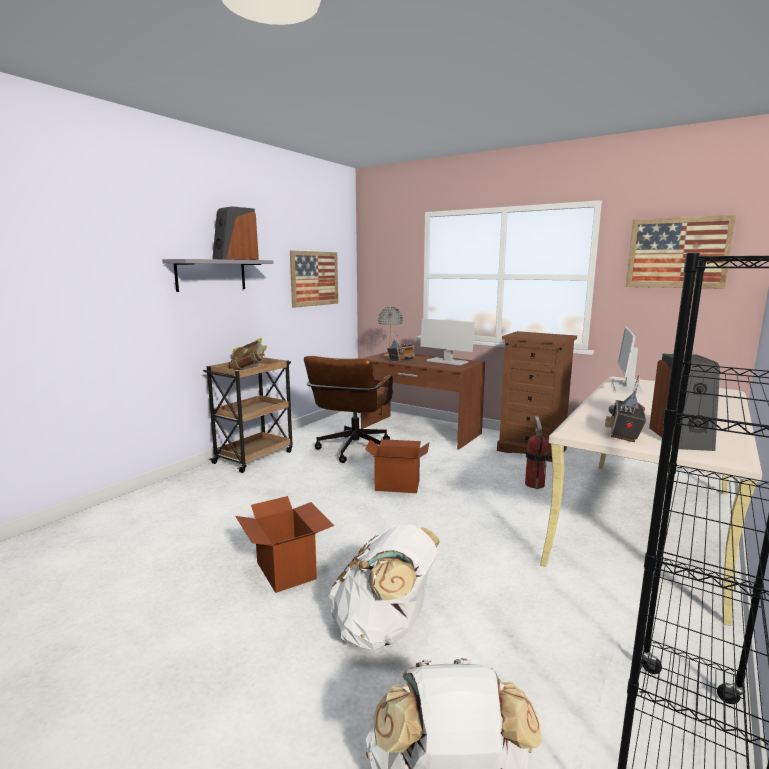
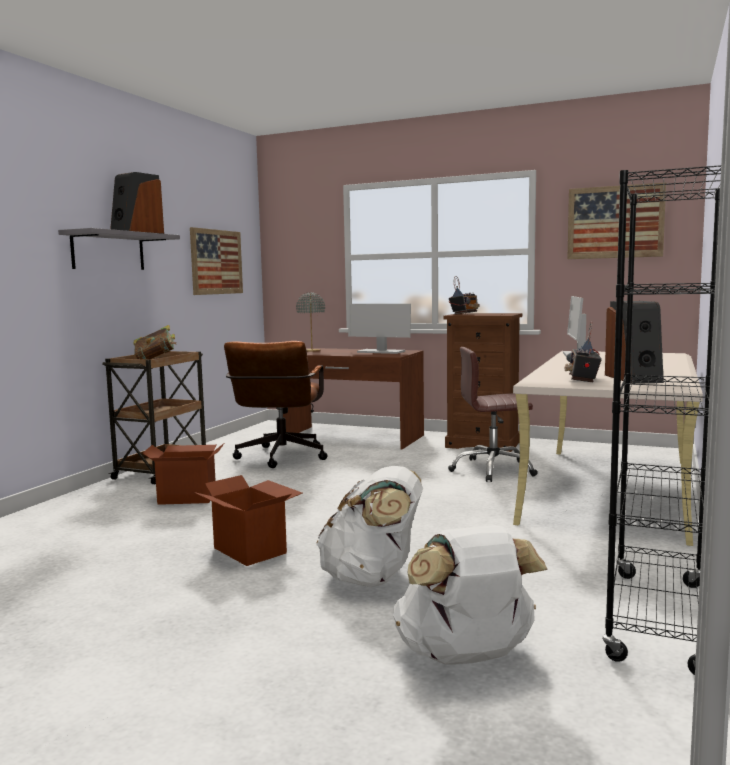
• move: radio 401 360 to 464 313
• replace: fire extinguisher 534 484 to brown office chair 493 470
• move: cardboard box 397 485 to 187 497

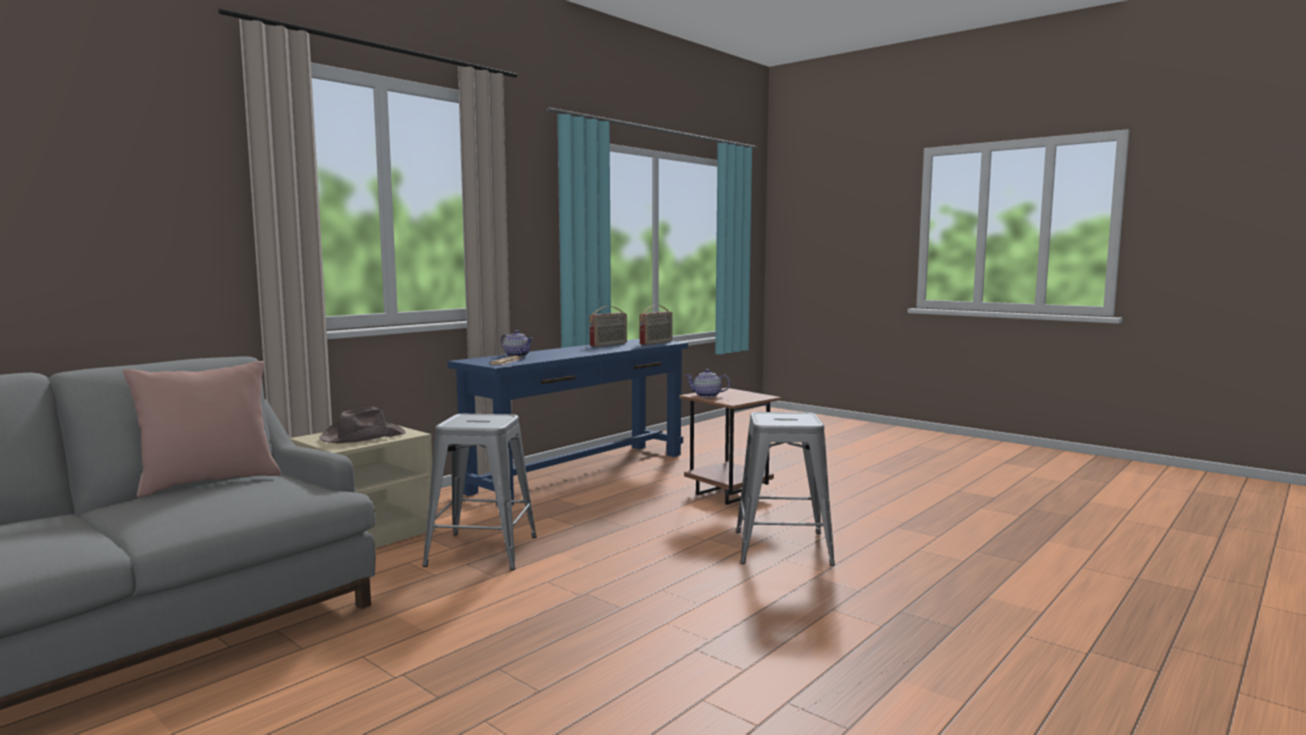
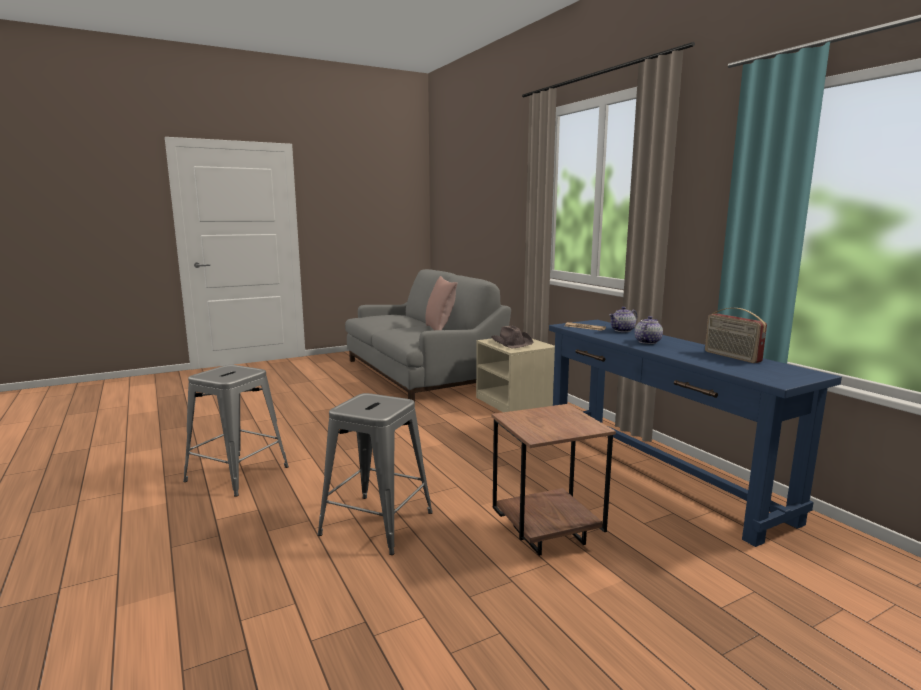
• delete: radio 656 343
• move: teapot 706 396 to 647 342
• move: grey stool 483 551 to 237 474

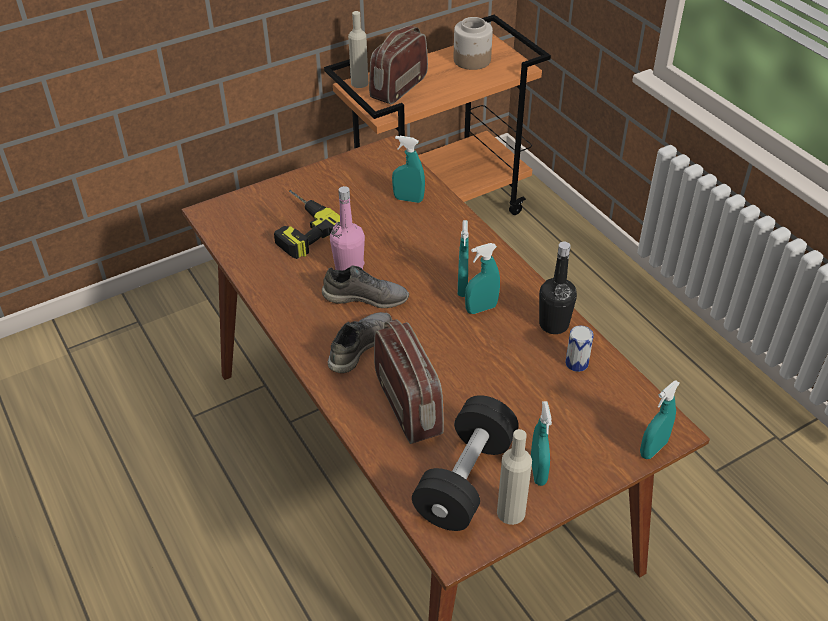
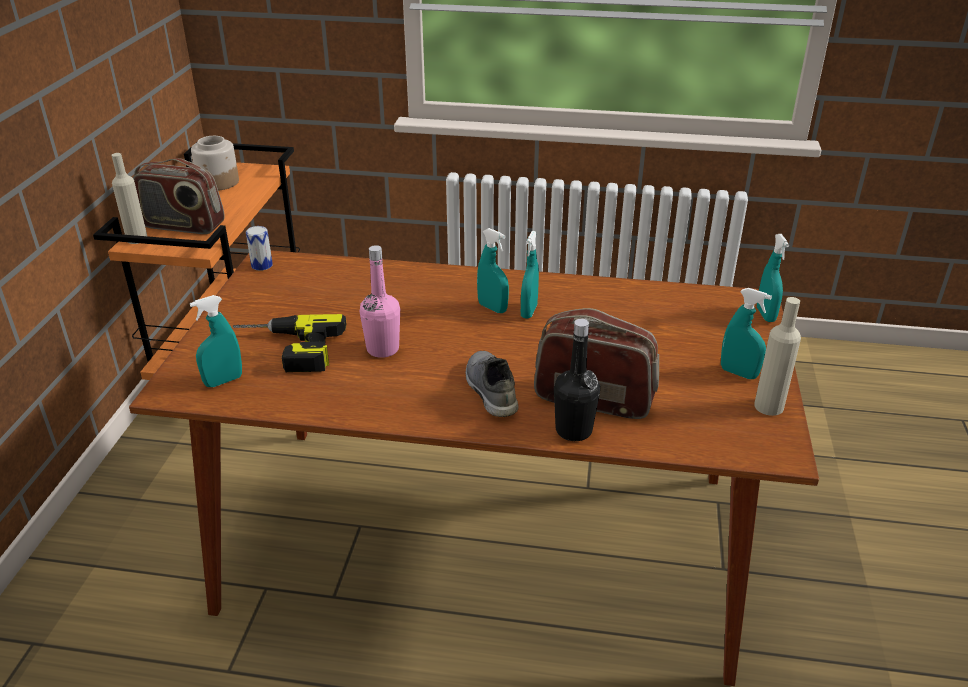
• rotate: radio 398 87 = 182 226 60 degrees counterclockwise
• move: turquoise spray bottle 408 199 to 223 381
• move: black bottle 553 324 to 573 430
• delete: grey shoe 366 297
• move: can 576 363 to 262 265
• delete: black dumbbell 465 479

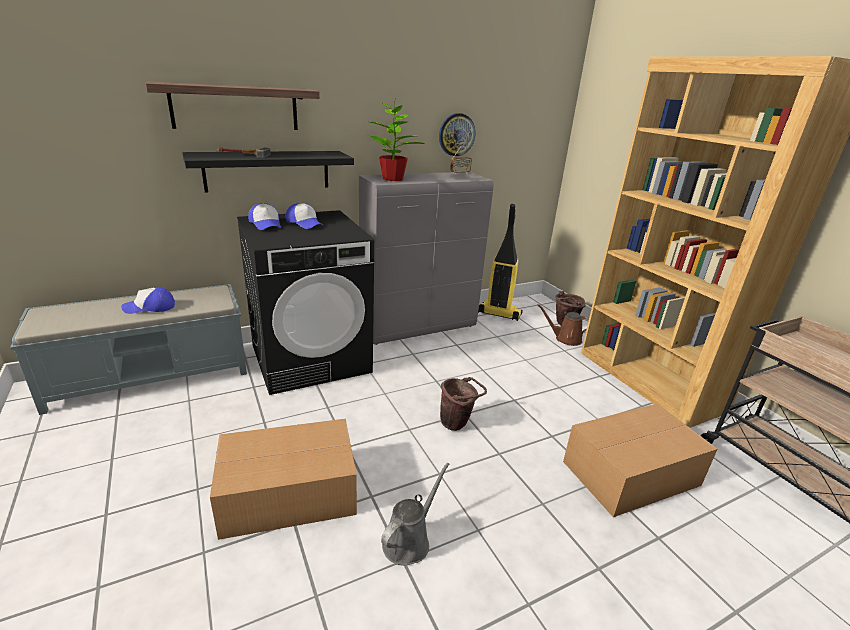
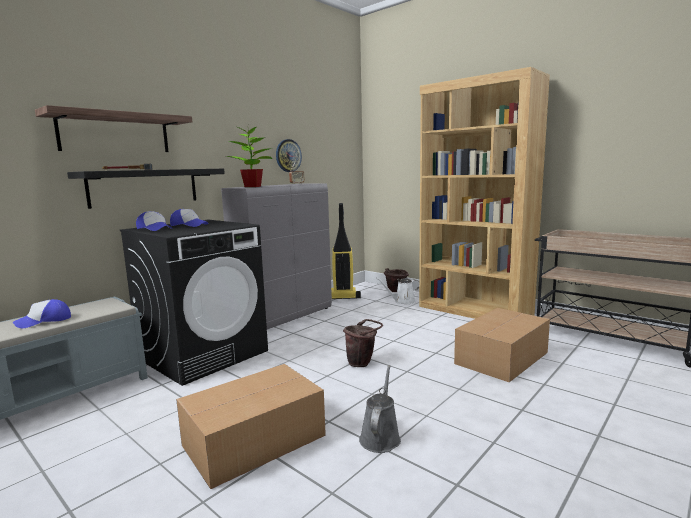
• recolor: brown watering can 565 339 to white watering can 402 301

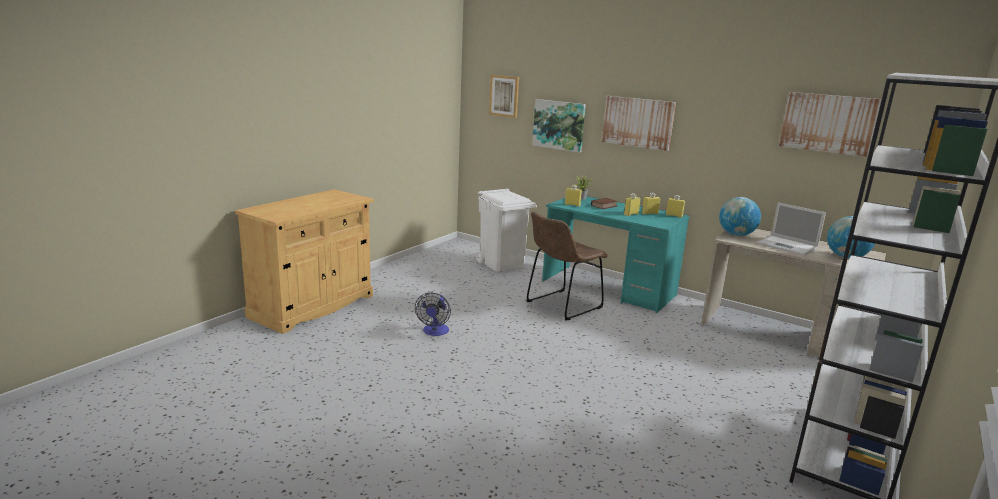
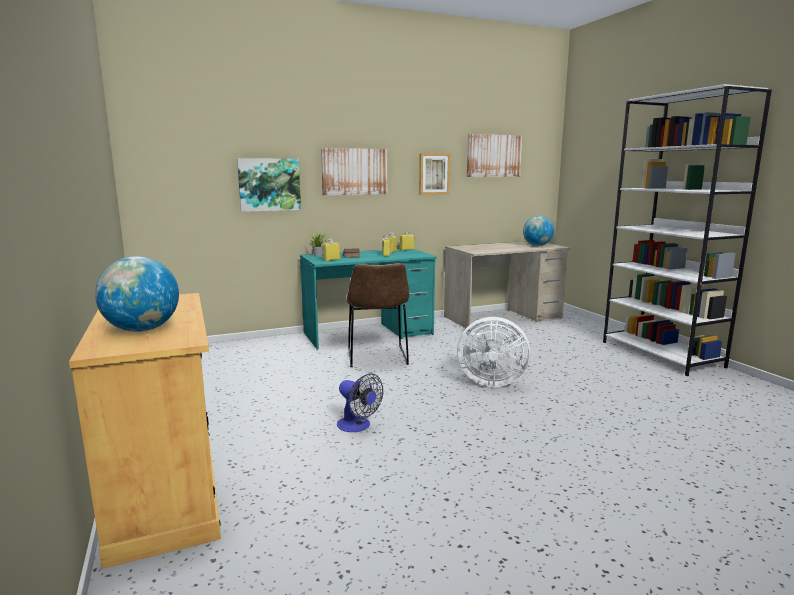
• move: picture 504 96 to 434 174
• delete: white trash can 502 264
• move: globe 736 235 to 142 330
• delete: laptop 788 246
• insert: white fan 489 381

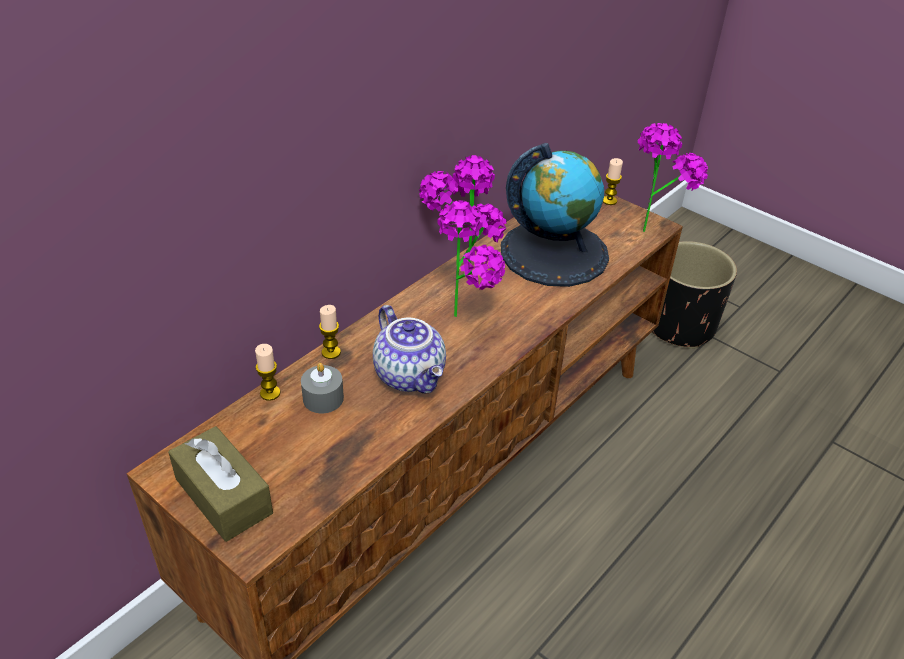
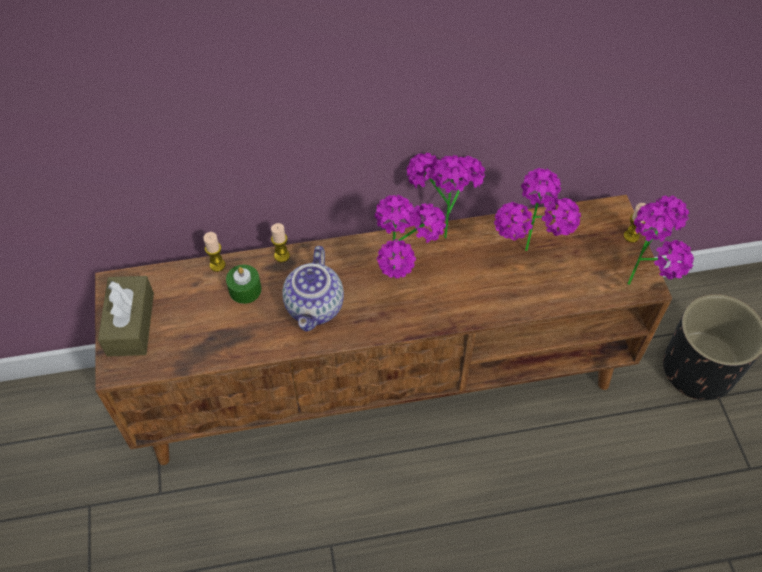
• replace: globe 554 252 to potted plant 527 262
• recolor: grey candle 323 398 to green candle 245 290

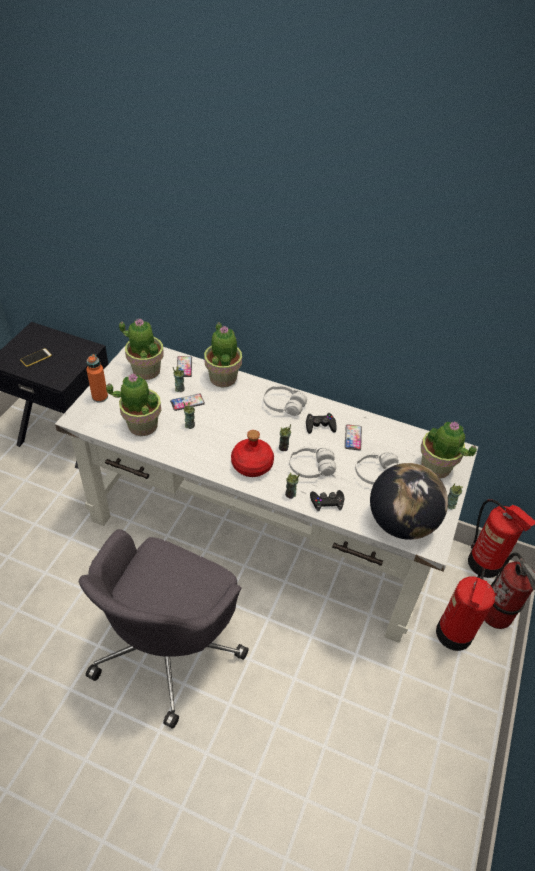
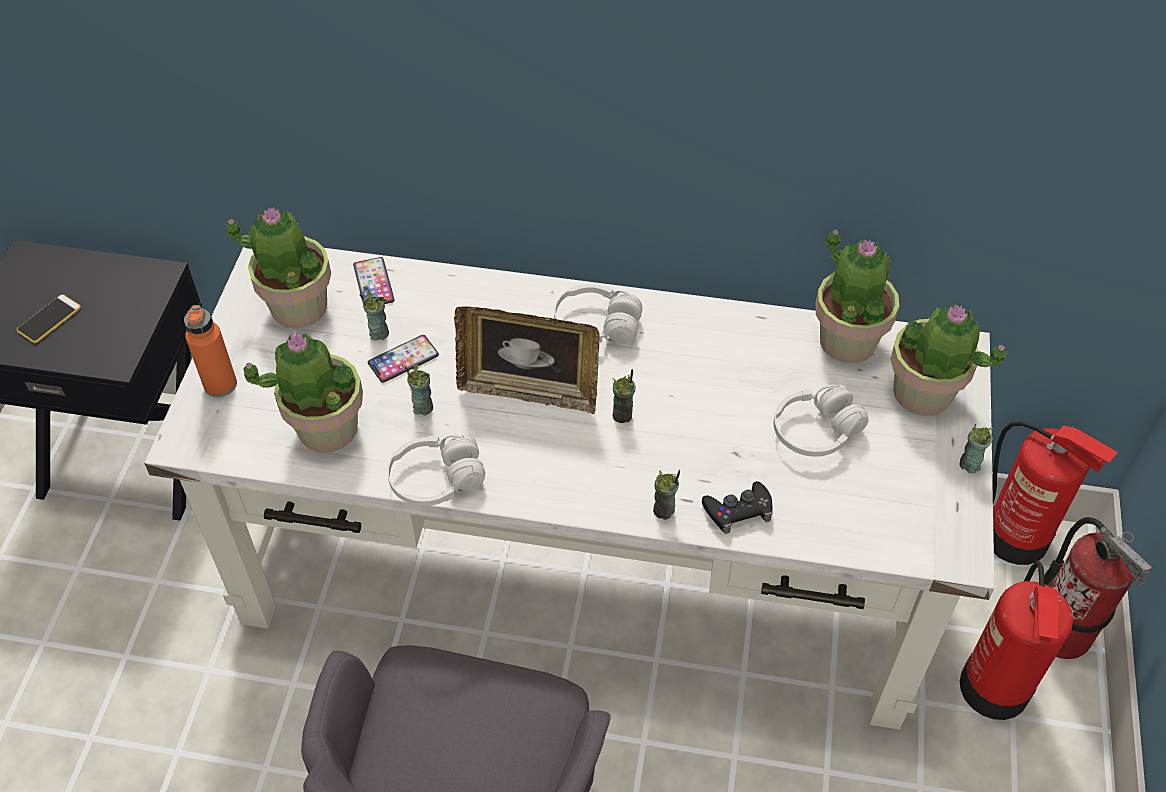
• move: potted plant 223 377 to 847 340
• delete: black game controller 320 425
• delete: phone 353 438
• delete: red bottle 252 465
• move: white headphones 311 468 to 436 480
• delete: globe 401 523
• insert: picture frame 529 391

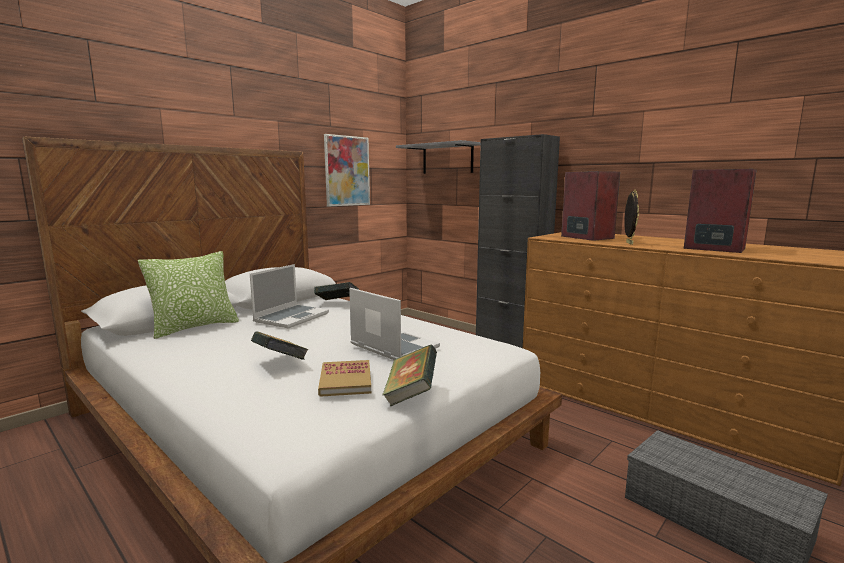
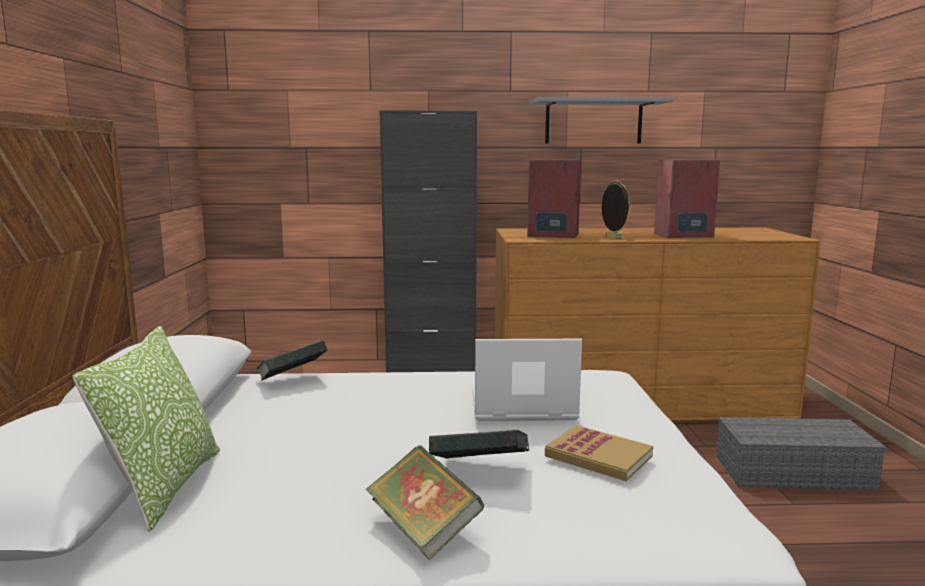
• delete: picture 347 171
• move: grey shelf 447 159 to 593 122
• delete: laptop 291 317
• move: book 411 394 to 423 530

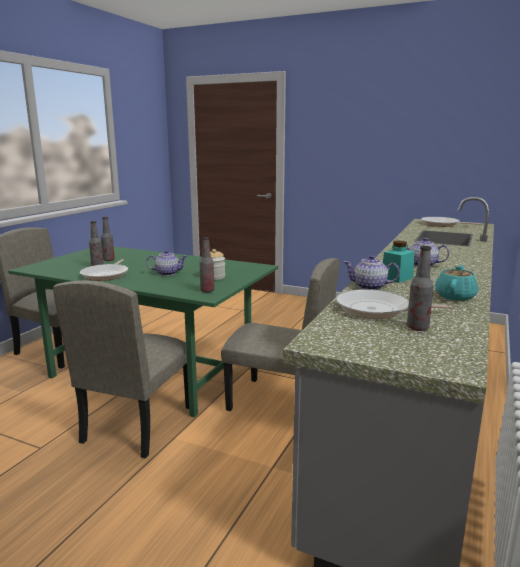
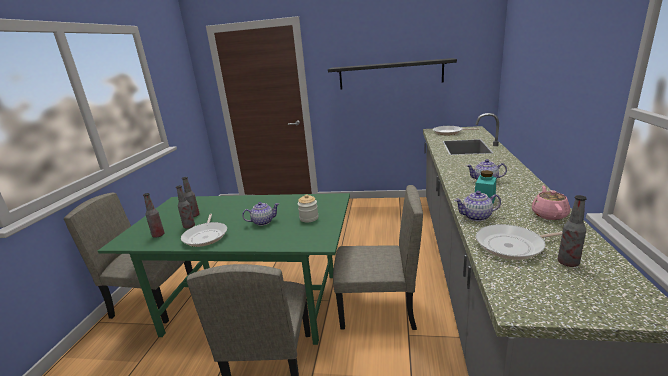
• move: bottle 207 290 to 158 235
• recolor: turquoise teapot 455 296 to pink teapot 549 214
• insert: black shelf 390 74

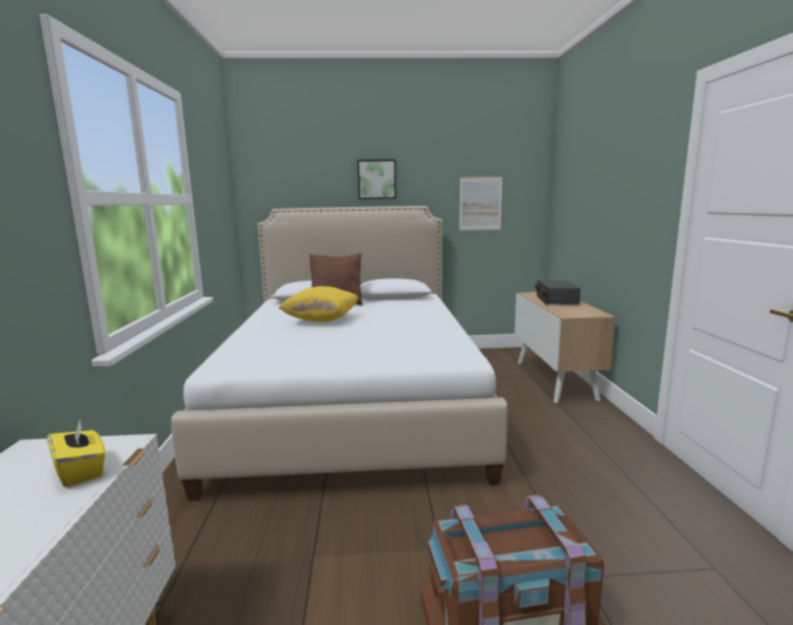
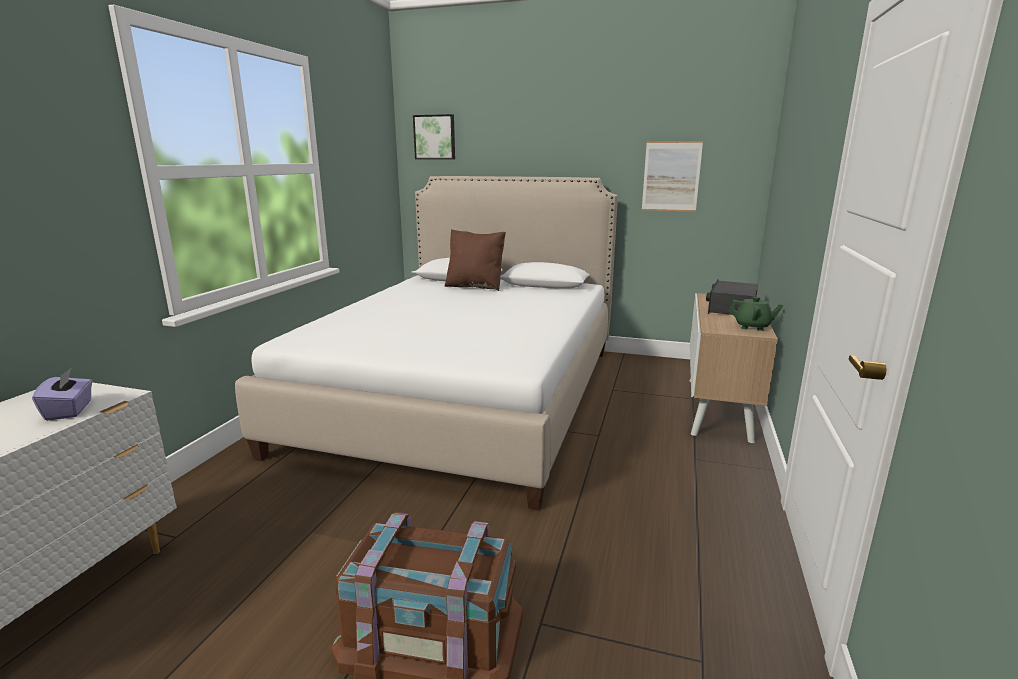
• move: picture 376 179 to 435 137
• delete: yellow pillow 321 320
• recolor: yellow tissue box 81 471 to purple tissue box 70 410
• insert: green teapot 752 327

